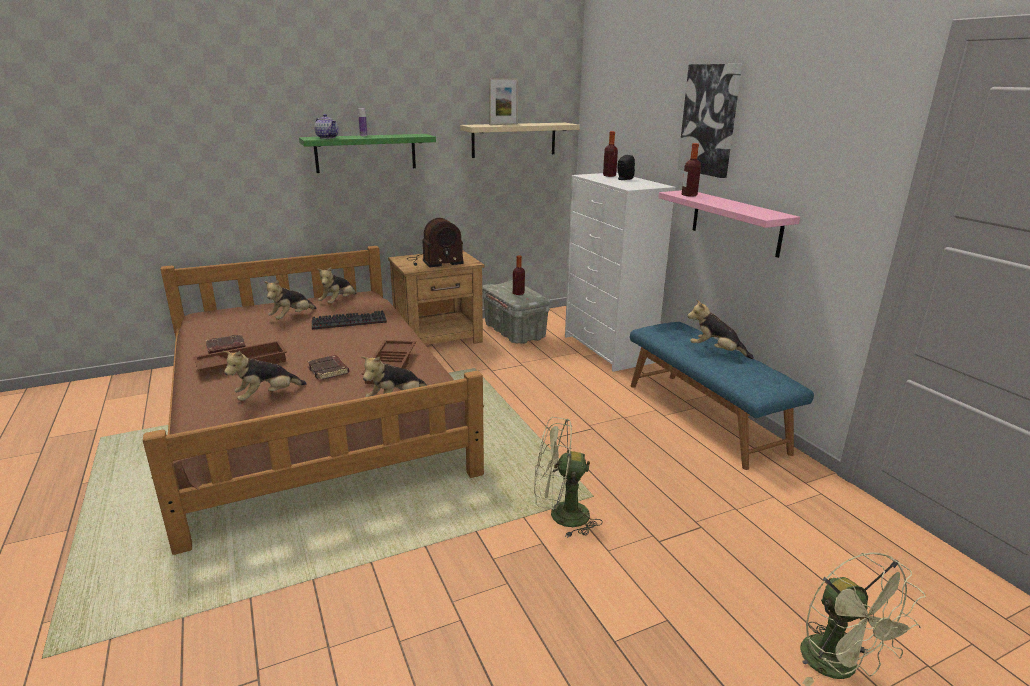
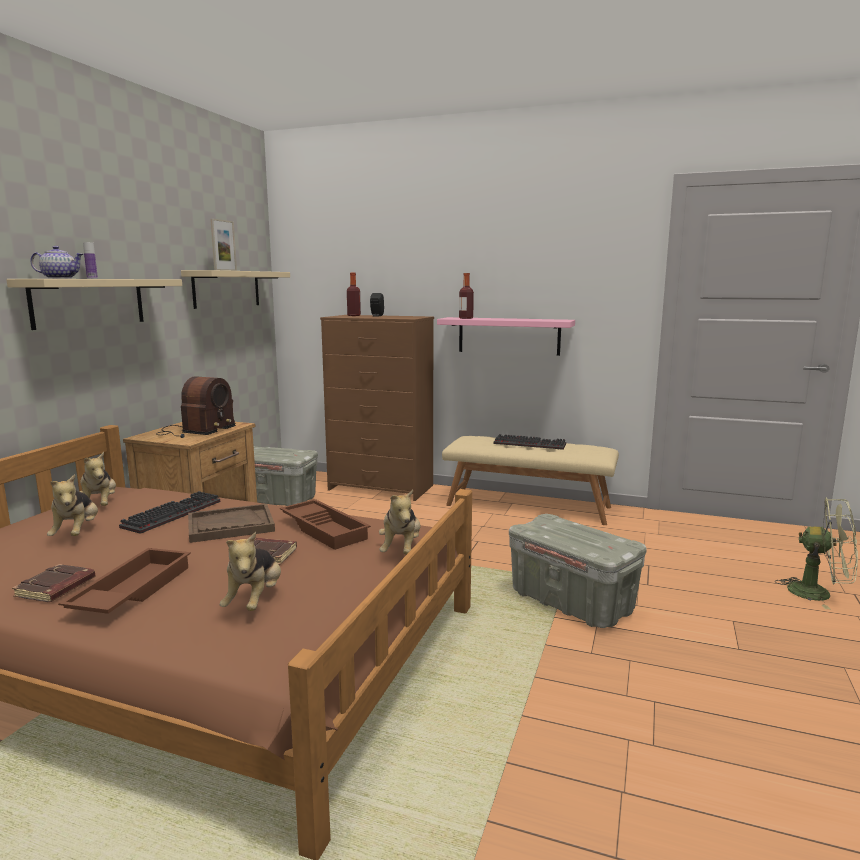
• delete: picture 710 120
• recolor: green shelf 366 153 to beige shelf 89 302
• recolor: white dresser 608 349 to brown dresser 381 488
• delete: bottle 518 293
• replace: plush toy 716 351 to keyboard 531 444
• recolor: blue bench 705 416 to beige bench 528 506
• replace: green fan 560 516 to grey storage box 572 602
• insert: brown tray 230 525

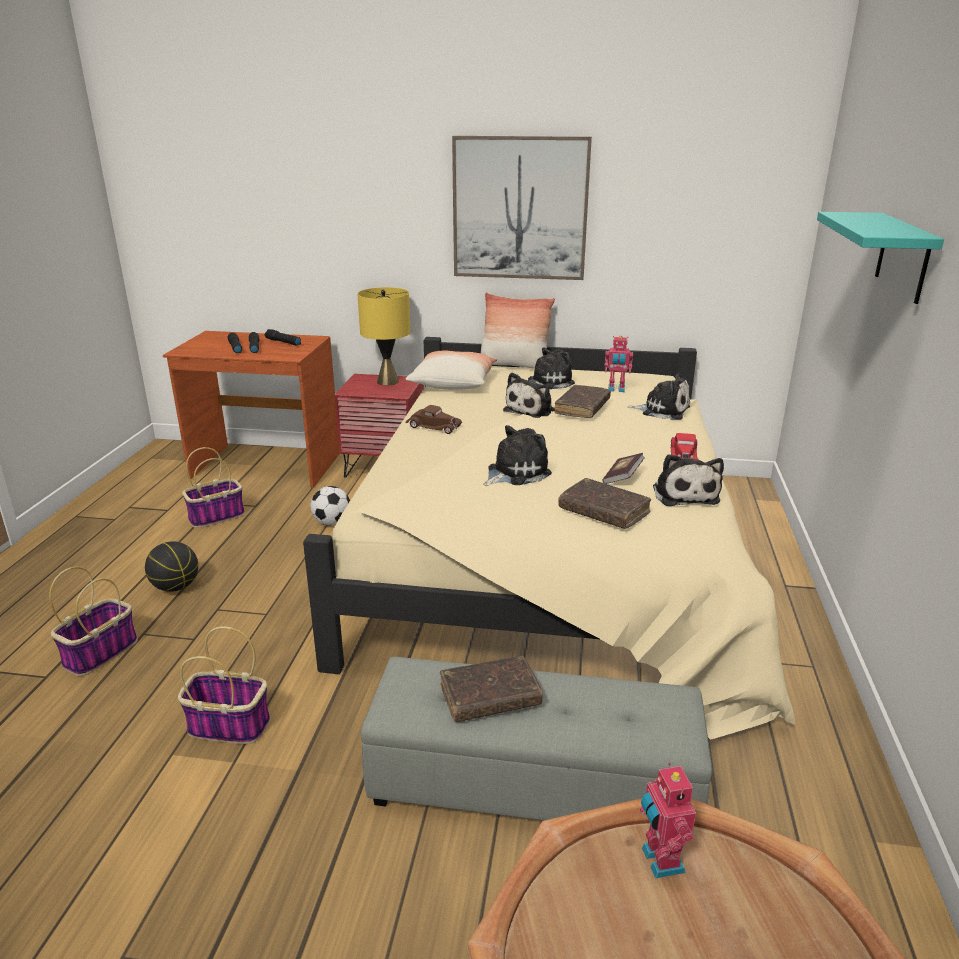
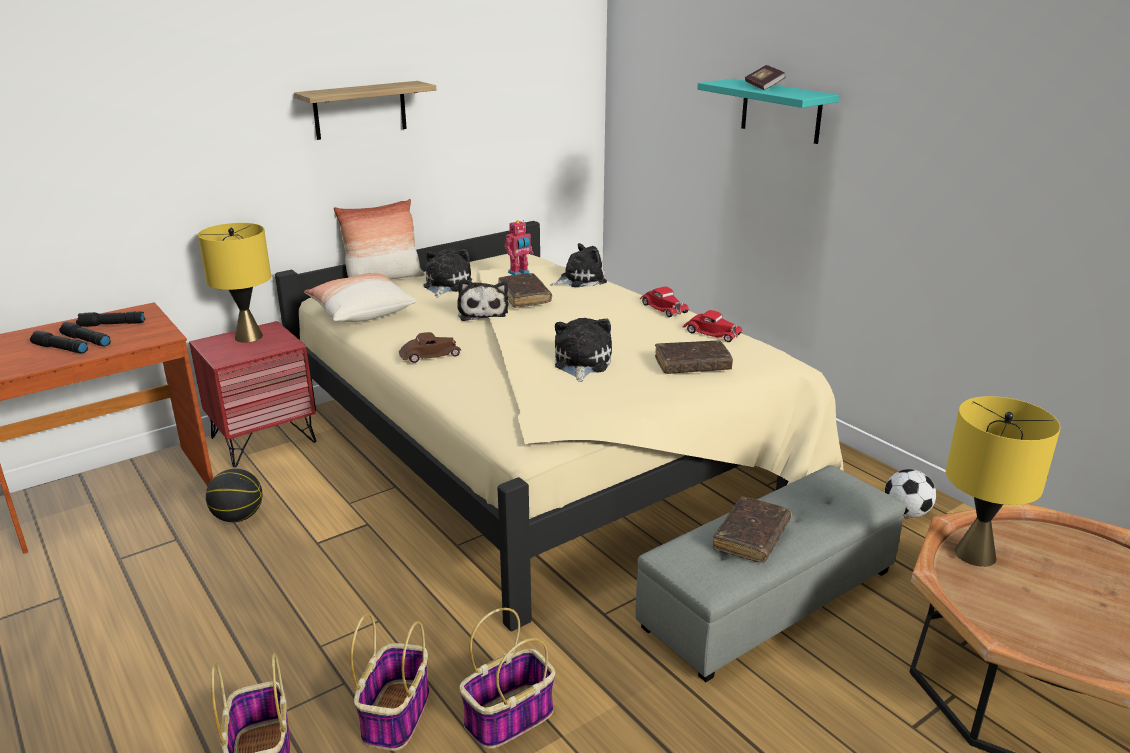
• replace: picture 520 209 to shelf 360 110
• move: basket 217 516 to 396 714
• move: book 622 478 to 764 87
• replace: plush toy 684 494 to red toy car 711 333
• move: football 332 523 to 906 513
• move: basketball 176 587 to 238 517
• replace: toy robot 660 860 to yellow table lamp 975 554

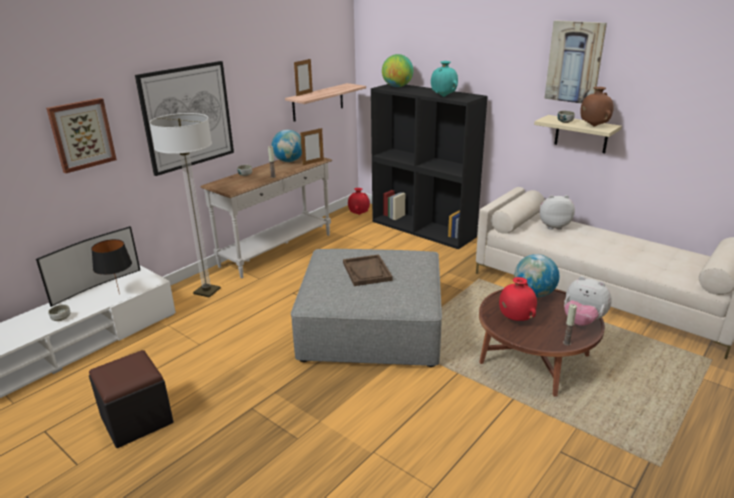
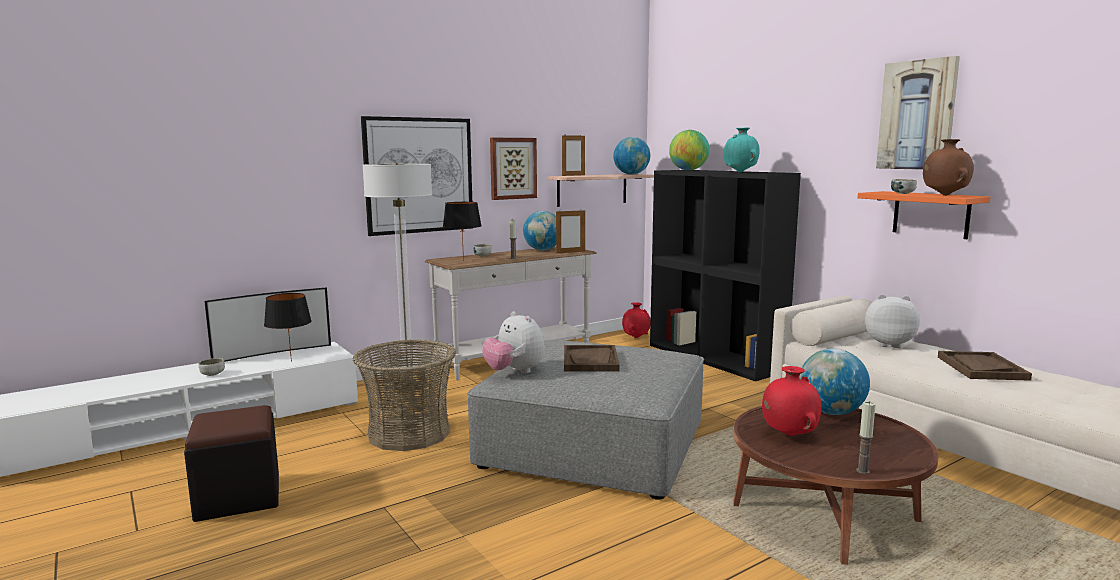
• move: picture 82 134 to 512 168
• recolor: beige shelf 581 134 to orange shelf 931 214
• move: plush toy 582 321 to 514 372
• insert: globe 631 174
• insert: black table lamp 463 261
• insert: basket 409 433
• insert: brown tray 981 368

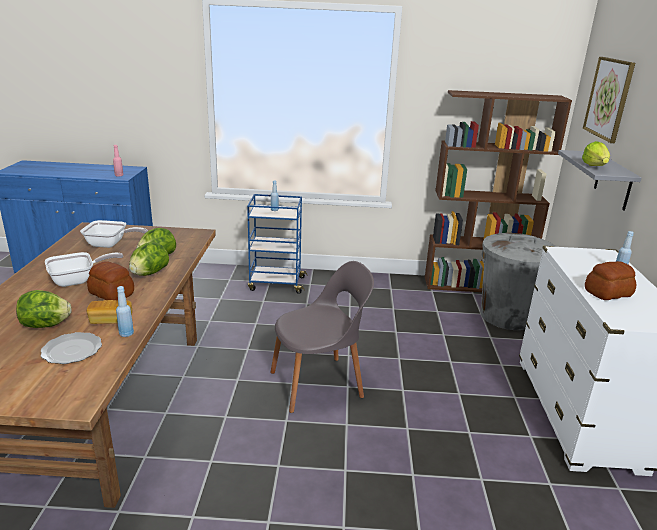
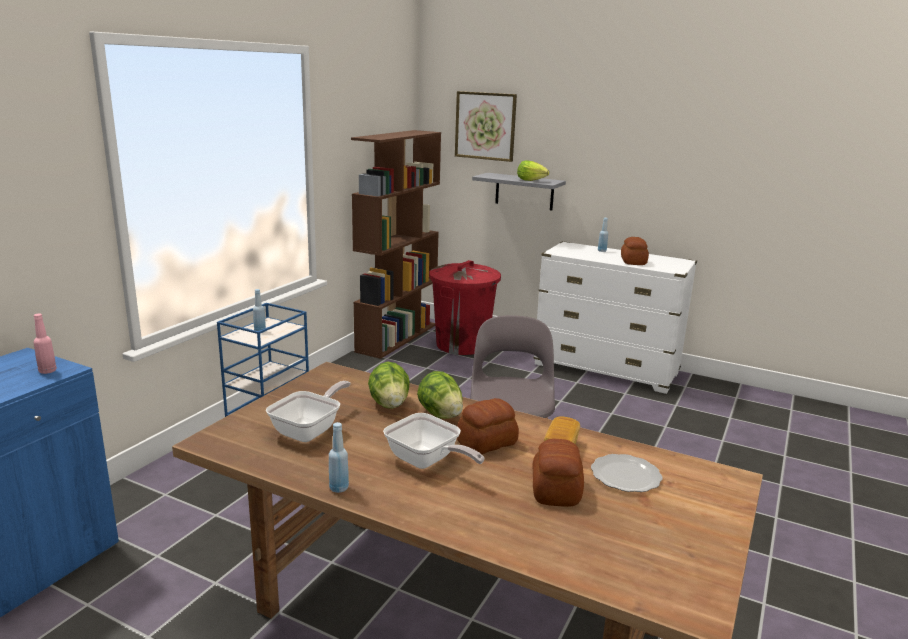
• recolor: grey trash can 507 316 to red trash can 462 345
• rotate: frying pan 78 280 = 427 462 135 degrees clockwise
• move: blue bottle 126 334 to 339 488
• replace: lettuce 46 325 to bread 555 490

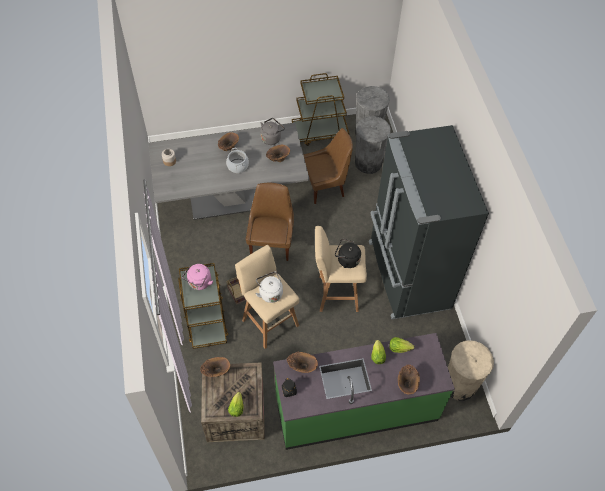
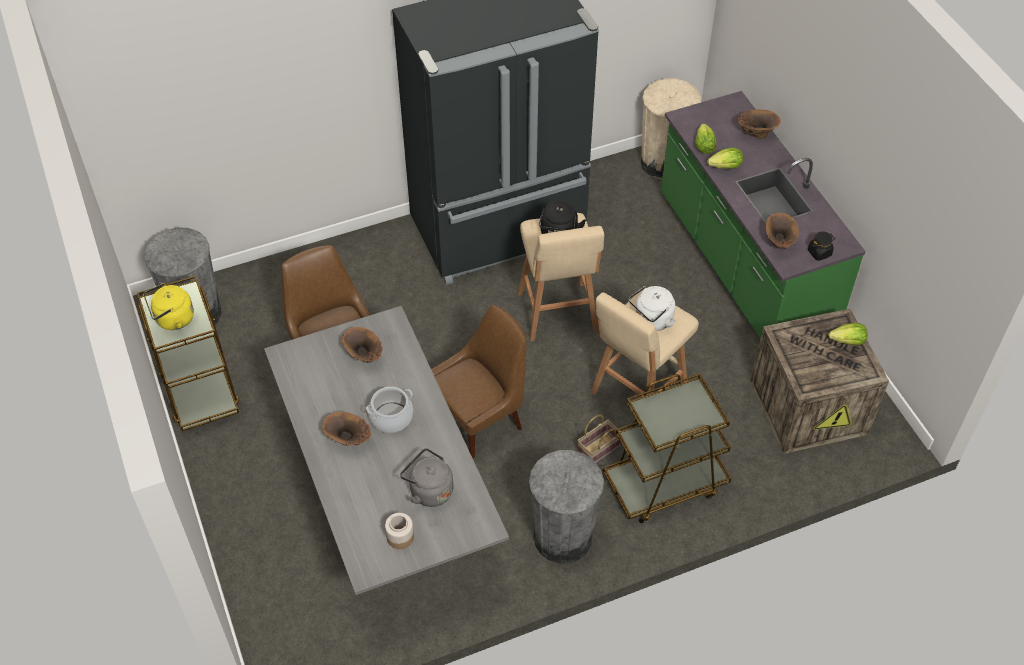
• move: grey trash can 368 163 to 562 537
• move: grey kettle 271 138 to 429 490
• rotate: brown chair 271 243 = 480 419 150 degrees clockwise
• delete: pink kettle 199 283
• delete: brown vase 216 372
• insert: yellow kettle 172 319

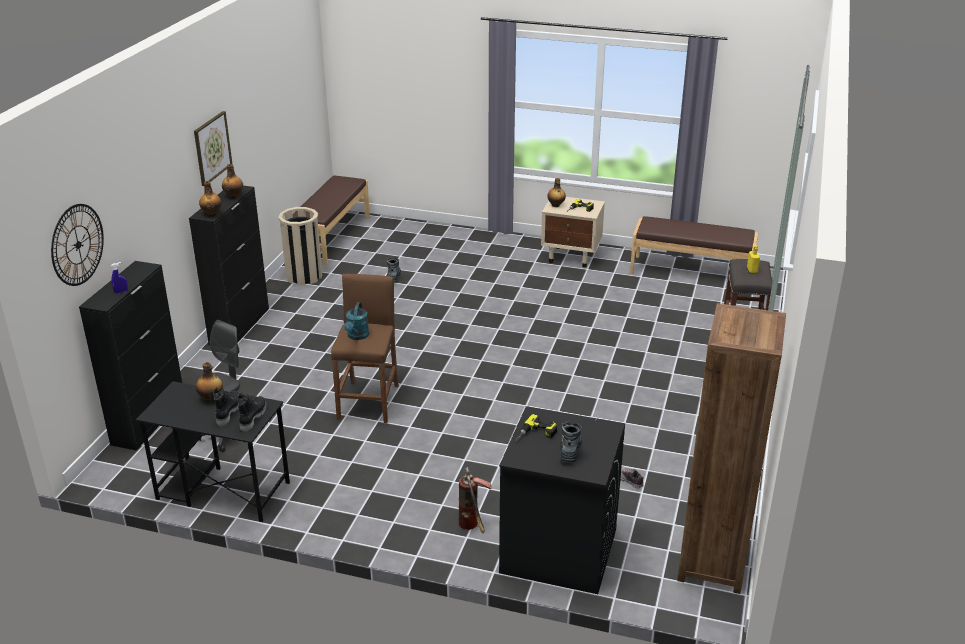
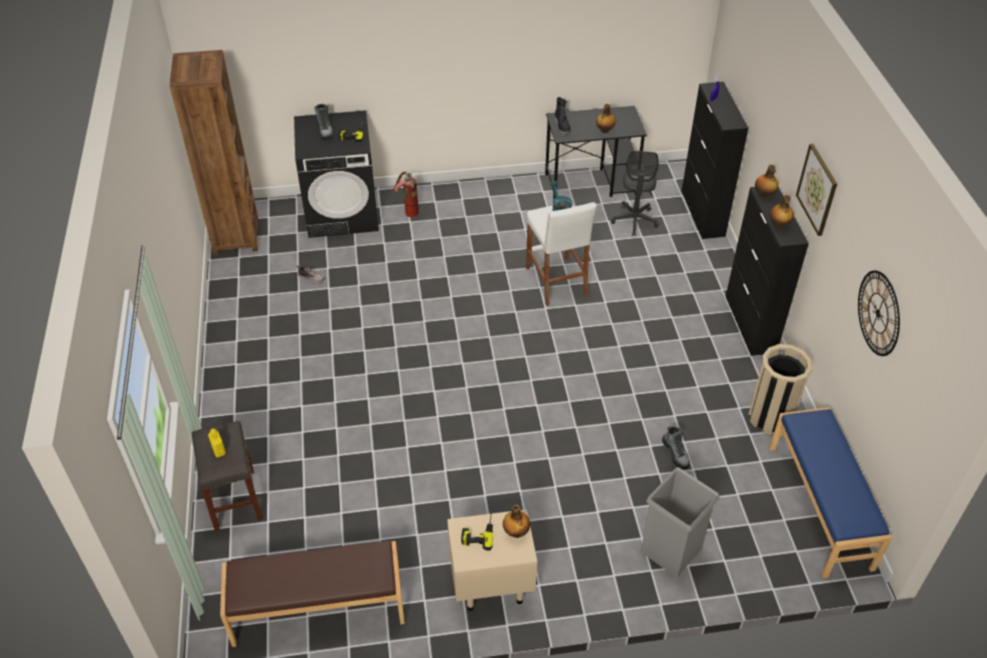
• recolor: brown bench 331 237 to blue bench 820 506
• move: wall clock 77 244 to 878 313
• recolor: brown stool 369 402 to white stool 556 282
• delete: black boot 228 412
• insert: grey trash can 670 550

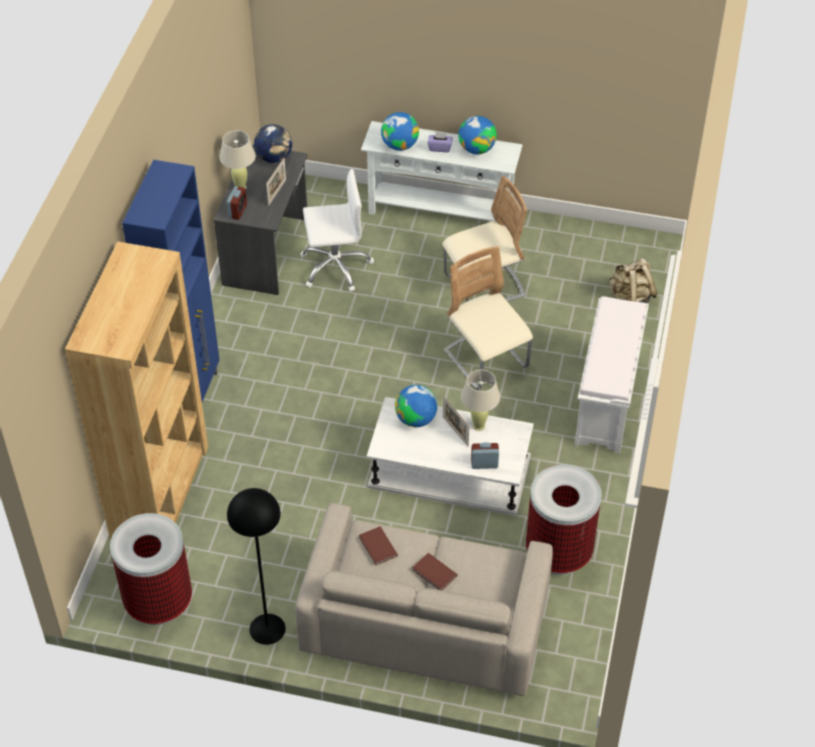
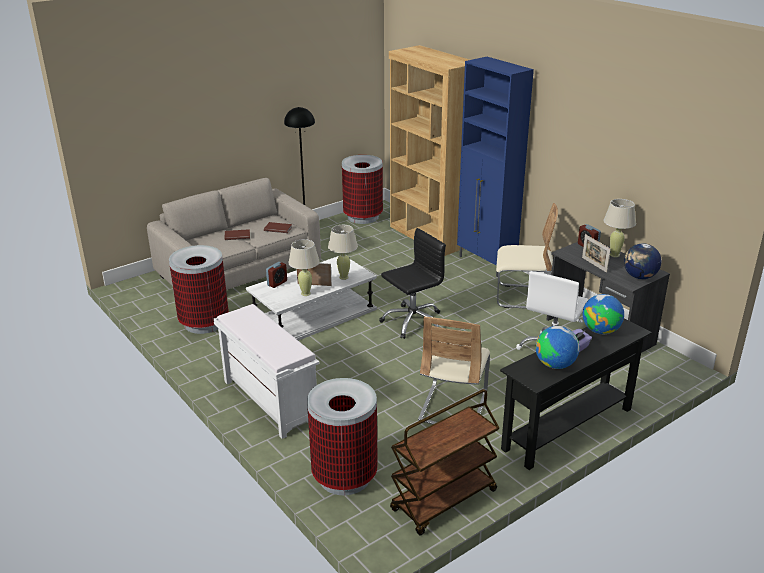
• recolor: white console table 440 212 to black console table 568 429
• move: beige chair 486 360 to 523 297
• replace: beige backpack 630 298 to trash can 344 476
• replace: globe 416 419 to beige table lamp 343 277
• insert: black office chair 412 321
• insert: brown cart 444 501

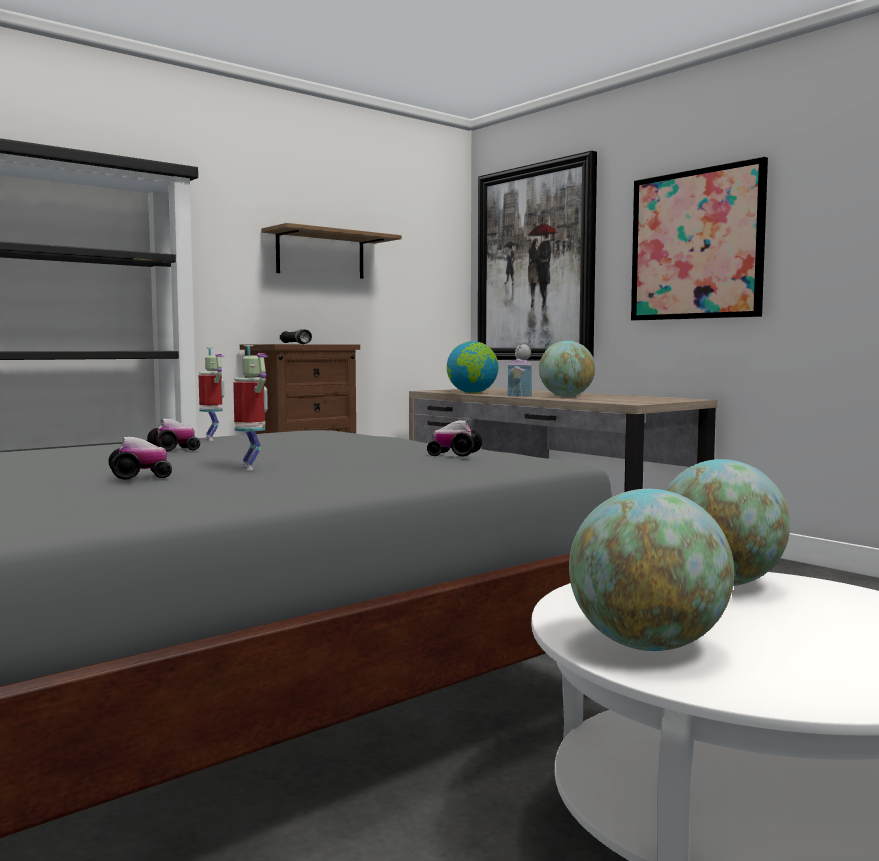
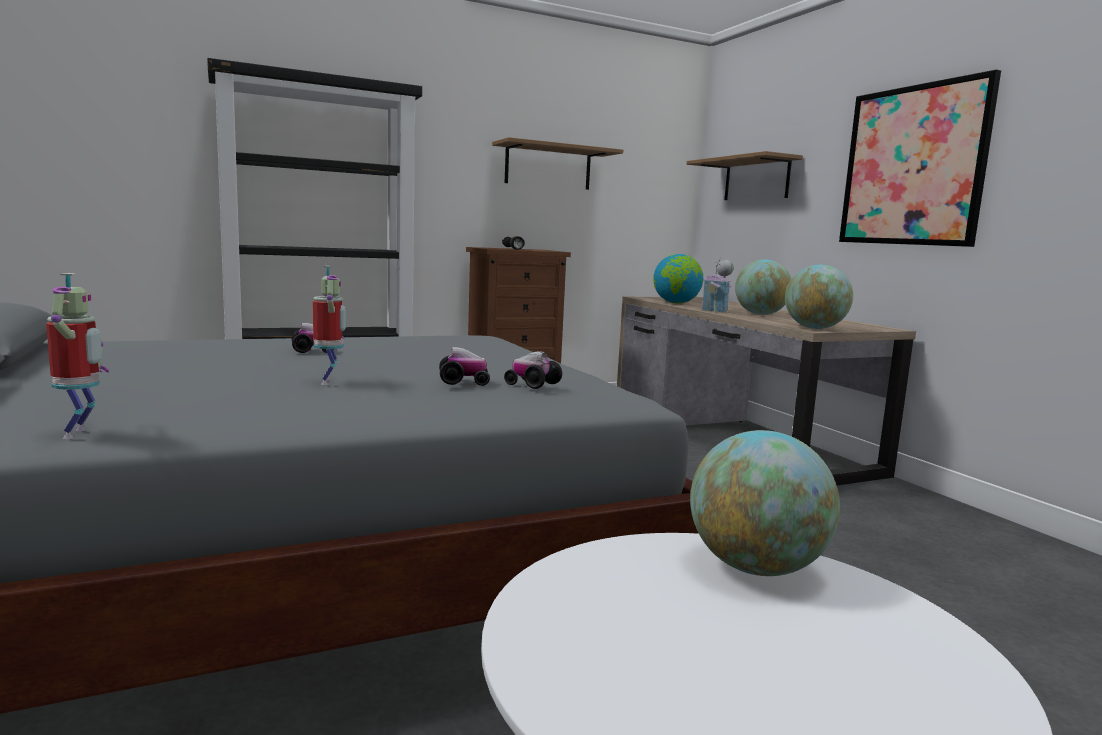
• replace: picture 535 263 to shelf 756 179
• move: toy robot 212 439 to 80 434
• move: toy car 140 477 to 464 382
• move: globe 648 646 to 815 328

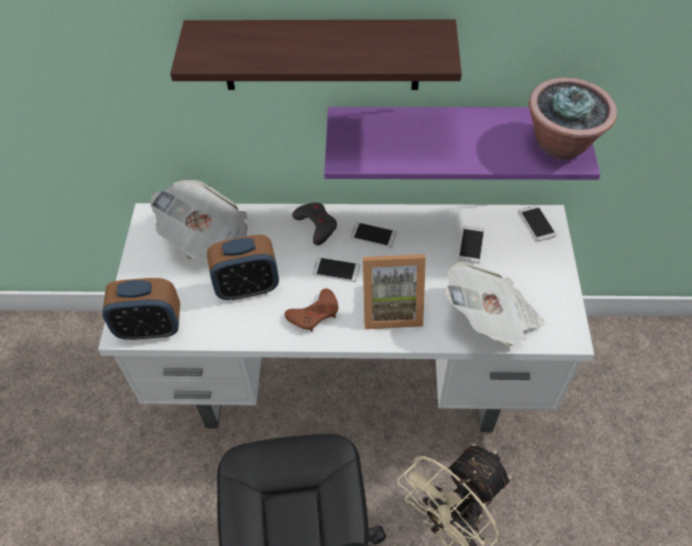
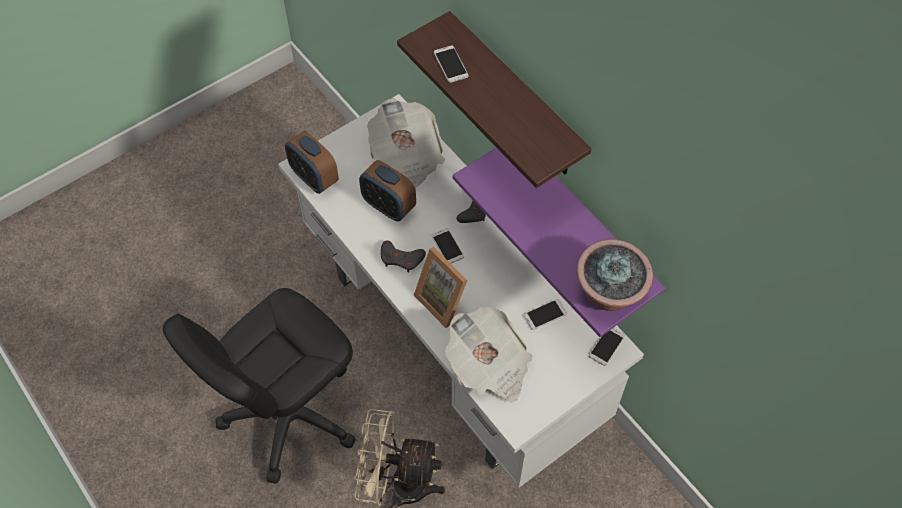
• move: phone 373 235 to 450 64
• recolor: brown game controller 314 314 to grey game controller 401 258

